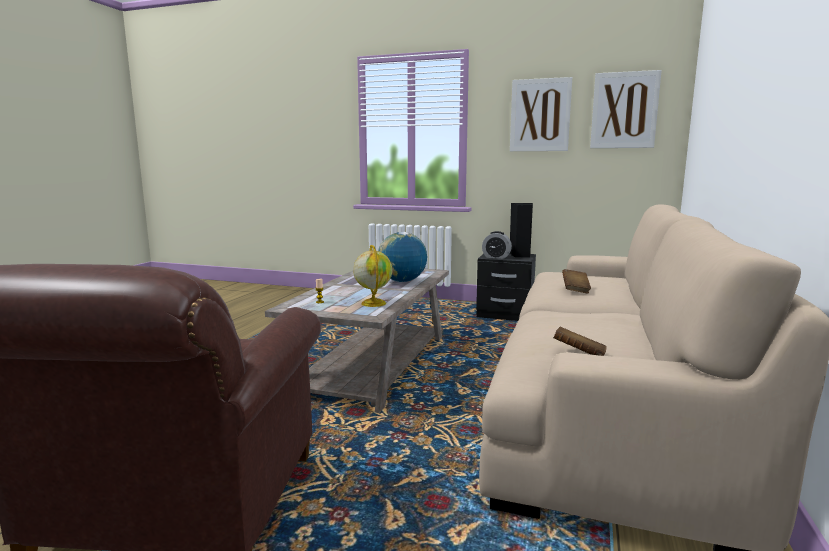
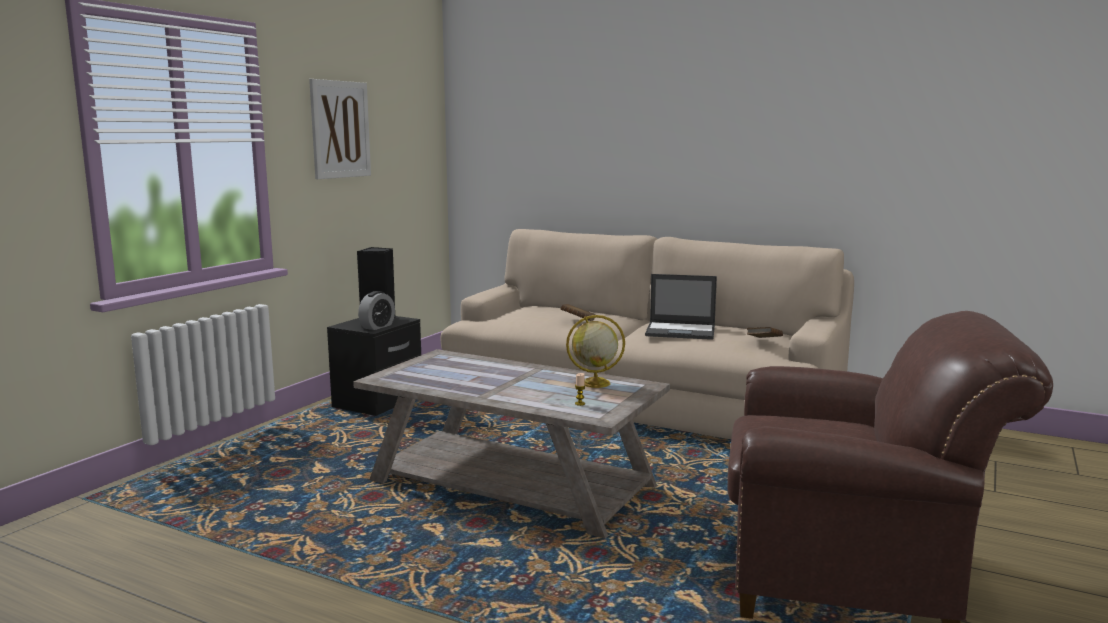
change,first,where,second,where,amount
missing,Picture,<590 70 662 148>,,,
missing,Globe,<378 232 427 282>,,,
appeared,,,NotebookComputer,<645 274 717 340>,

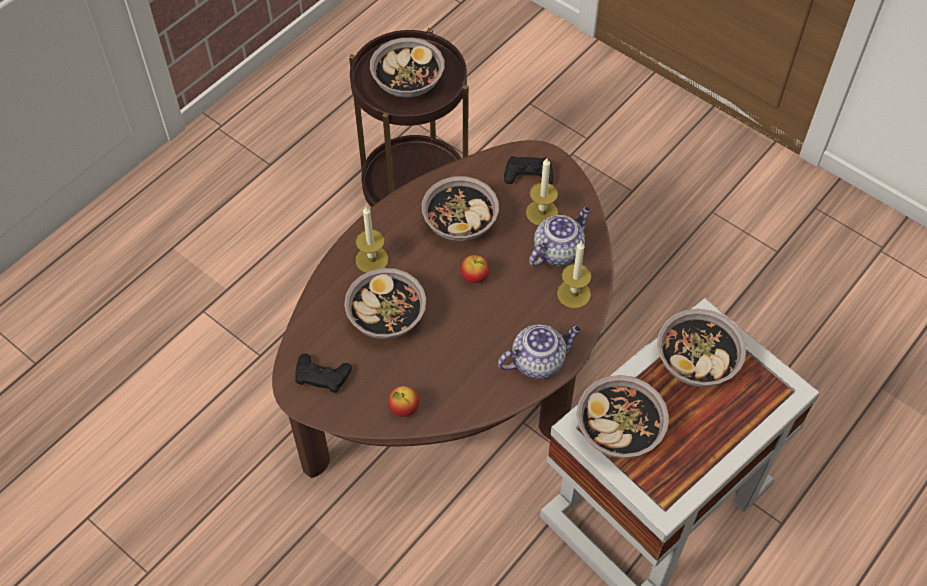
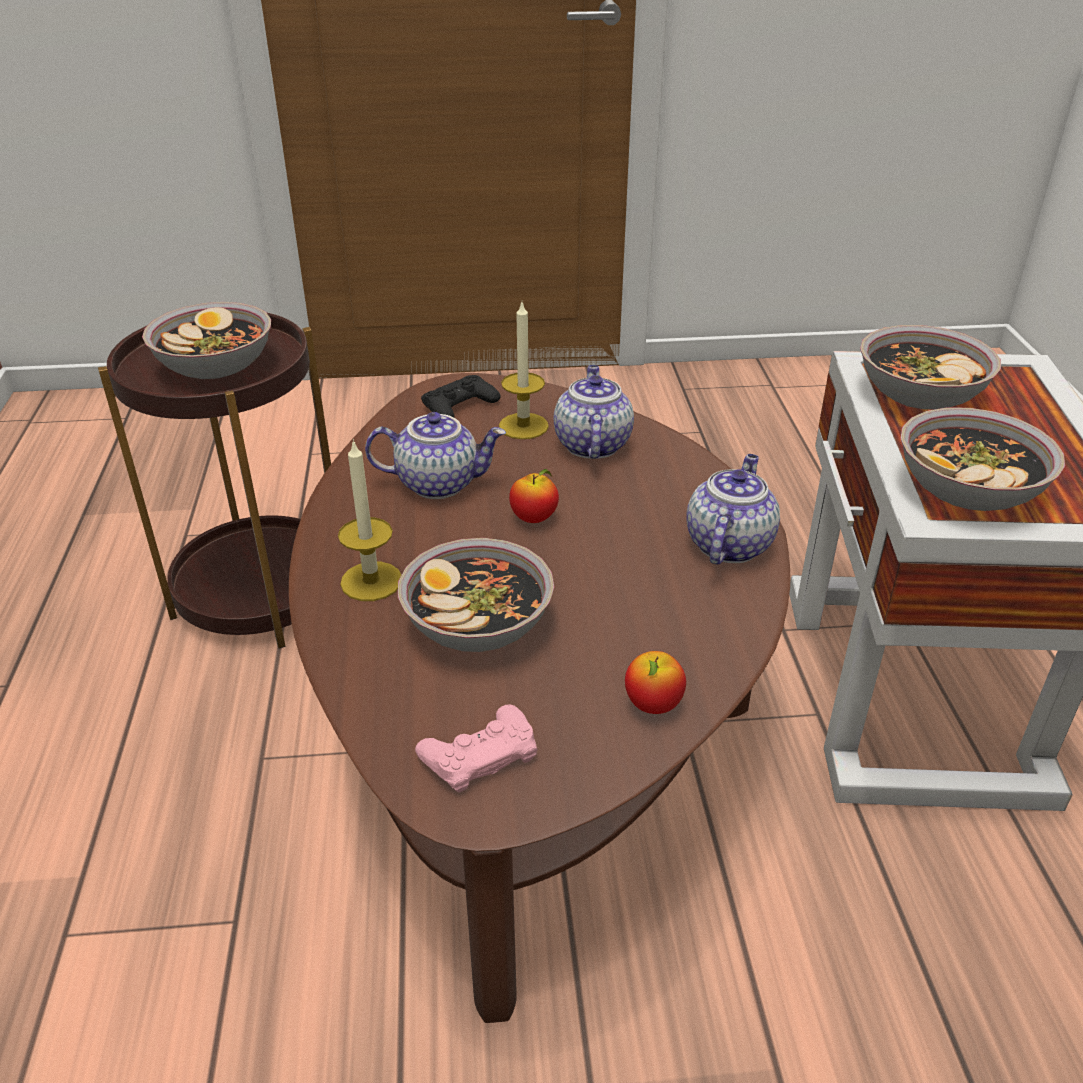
change,first,where,second,where,amount
exchanged,ServingBowl,<422 176 499 241>,TeaPot,<365 412 506 499>,
missing,Candle,<557 241 591 308>,,,
colour,BlackJoypad,<295 353 352 393>,PinkJoypad,<415 704 538 792>,

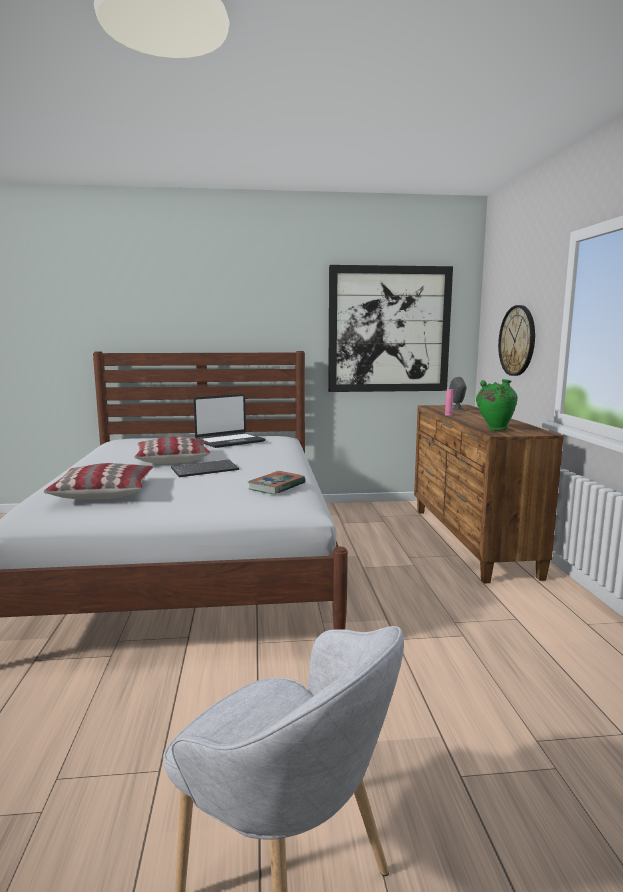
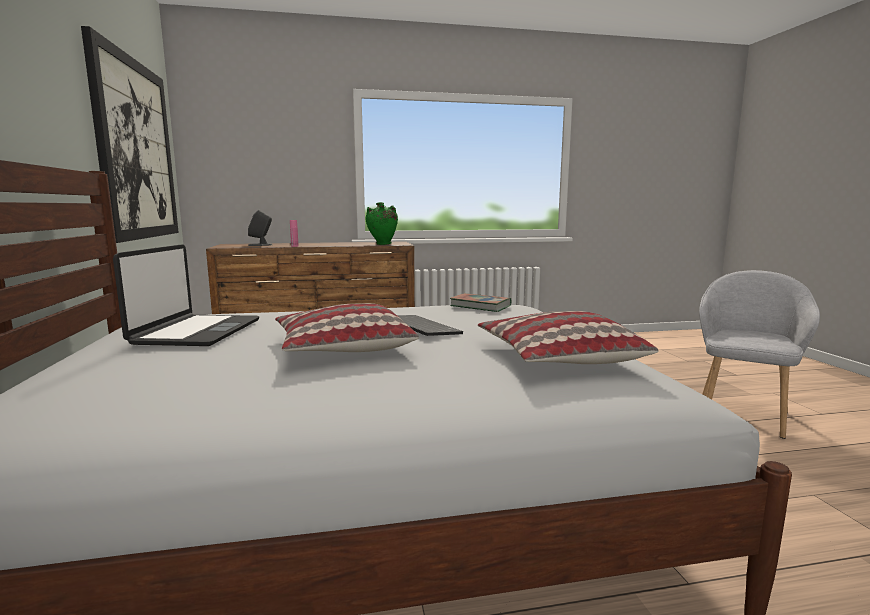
change,first,where,second,where,amount
missing,WallClock,<498 305 535 376>,,,
spun,NotebookComputer,<194 394 266 448>,,<113 244 259 346>,45 degrees clockwise

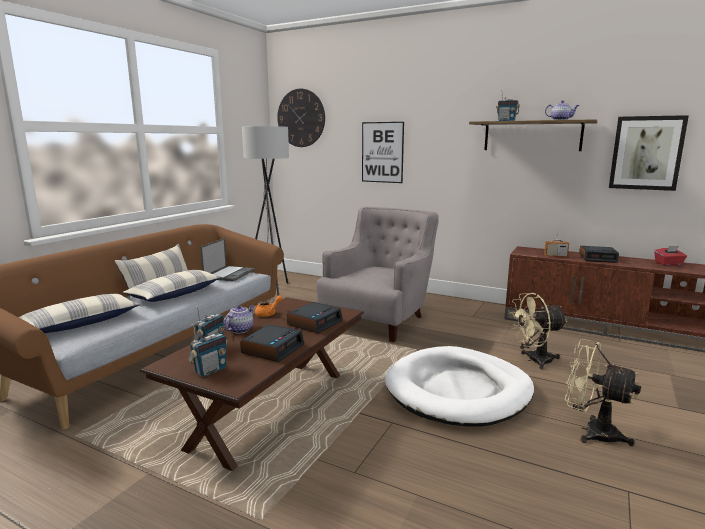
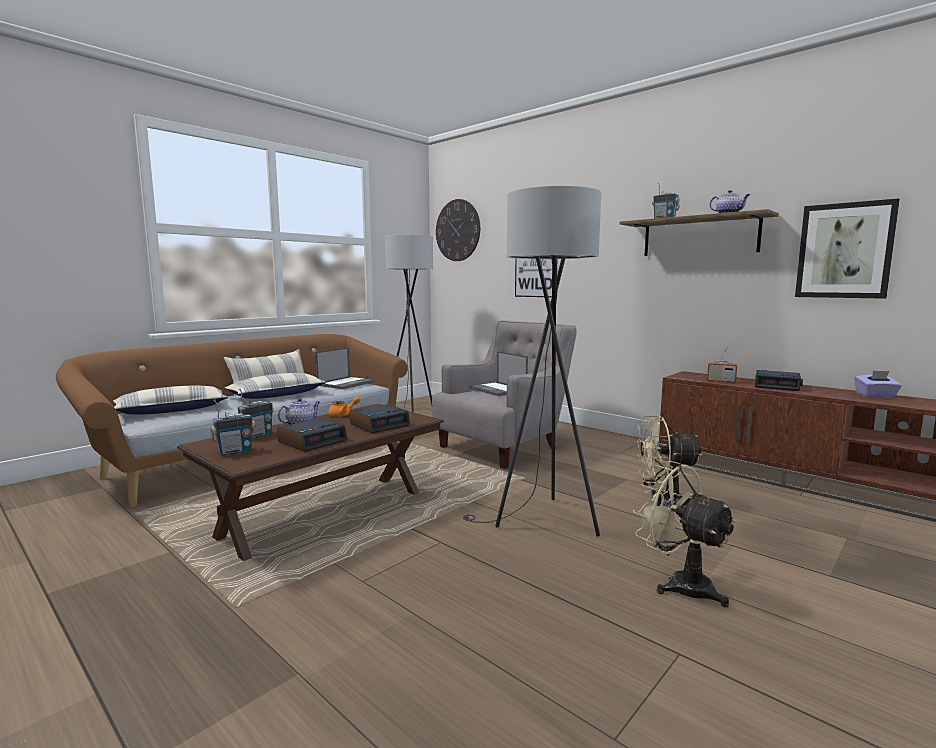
change,first,where,second,where,amount
colour,RedColouredTissueHolder,<654 246 687 266>,PurplishTissueHolder,<854 371 902 398>,
exchanged,WhiteDogBed,<385 346 534 427>,GreyFloorLamp,<463 186 601 536>,
appeared,,,NotebookComputer,<469 351 528 396>,

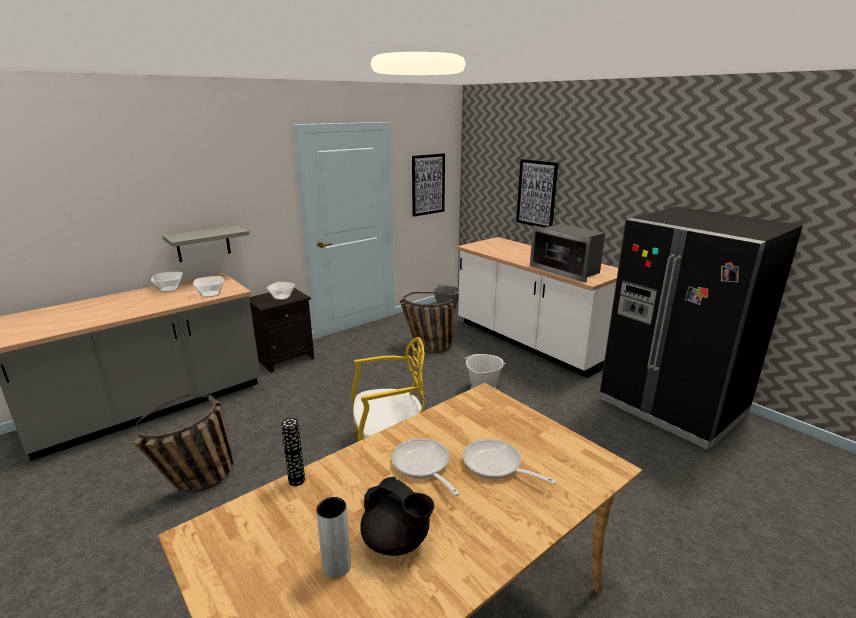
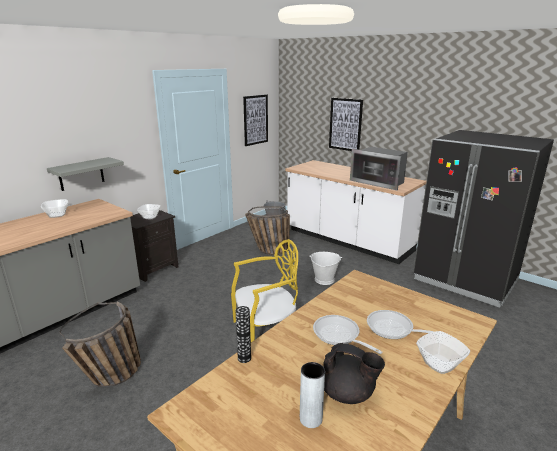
change,first,where,second,where,amount
relocated,ServingBowl,<193 276 224 298>,,<416 331 470 374>,

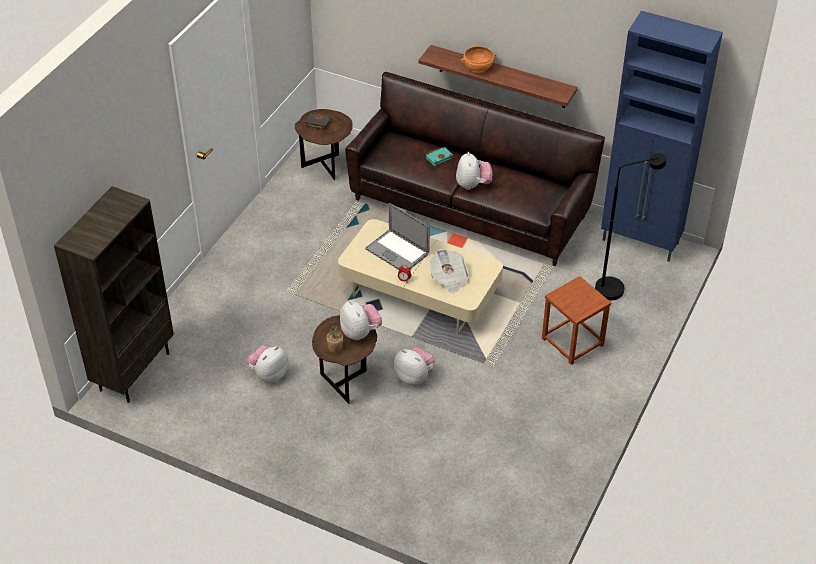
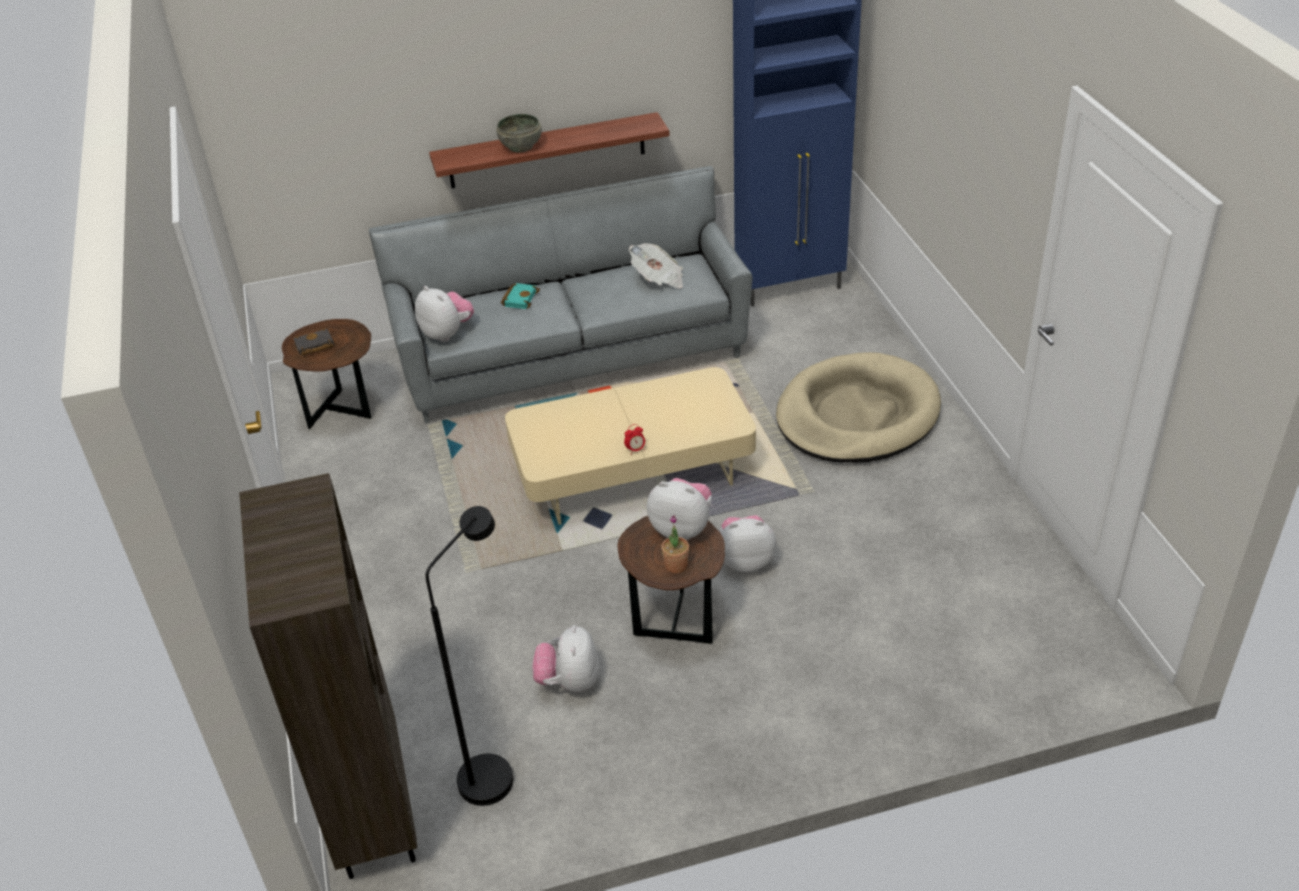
change,first,where,second,where,amount
colour,OrangeyServingBowl,<461 46 496 73>,GreyServingBowl,<496 114 542 152>,
colour,BrownColouredCouch,<345 72 605 266>,GreyCouch,<369 166 752 423>,
relocated,CuddlyToy,<456 152 492 190>,,<415 286 474 342>,
relocated,BlackFloorLamp,<595 153 666 300>,,<426 506 513 806>,
missing,NotebookComputer,<365 203 430 270>,,,
relocated,DailyPaper,<430 248 469 294>,,<629 243 683 288>,
exchanged,BrownColouredStool,<542 276 611 365>,SandColouredDogBed,<776 352 941 463>,

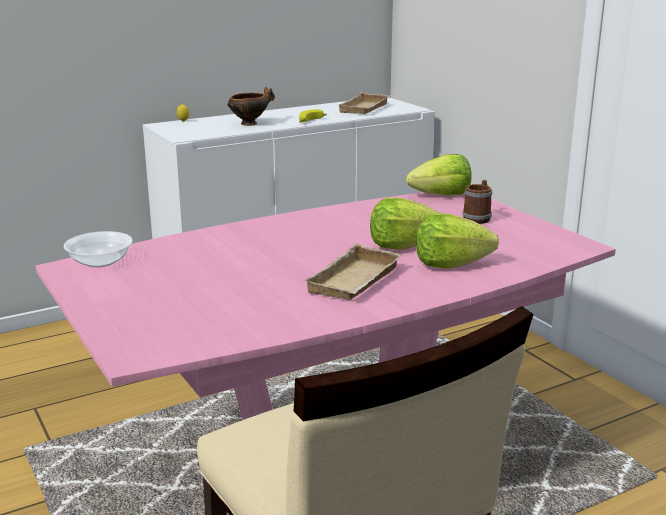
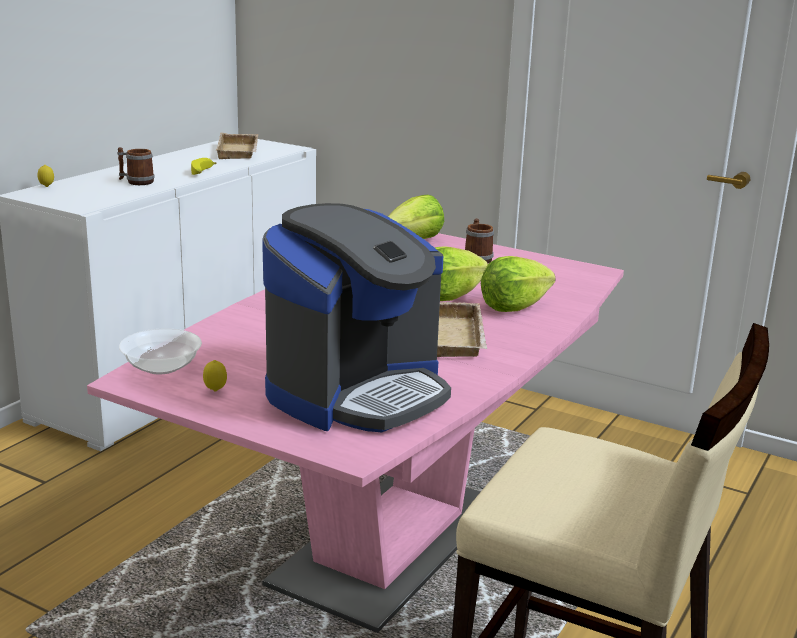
change,first,where,second,where,amount
exchanged,ServingBowl,<227 87 275 126>,TeaMug,<118 147 155 185>,
appeared,,,CoffeeMachine,<262 203 451 432>,
appeared,,,Lemon,<203 360 227 392>,

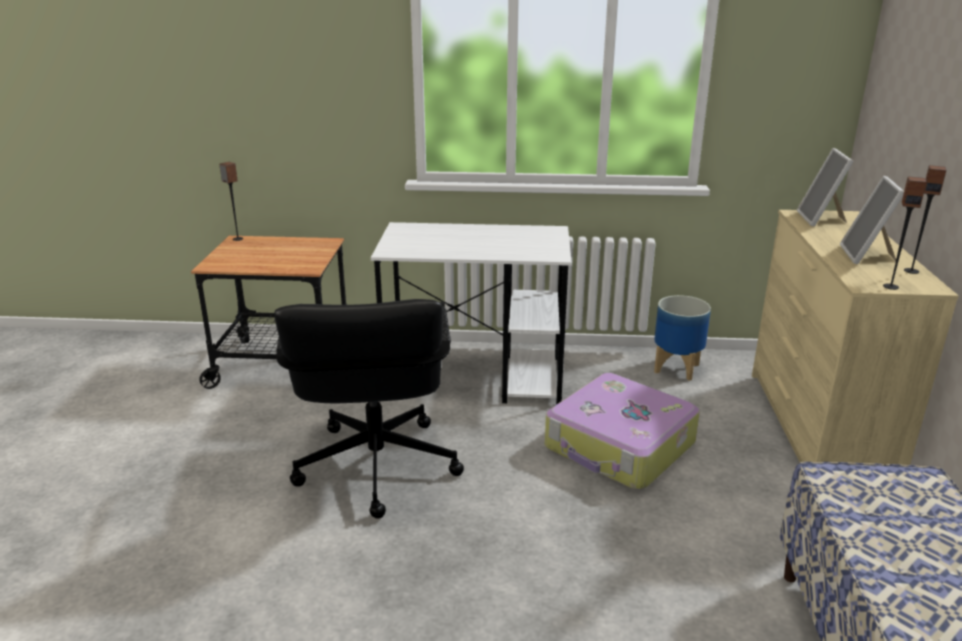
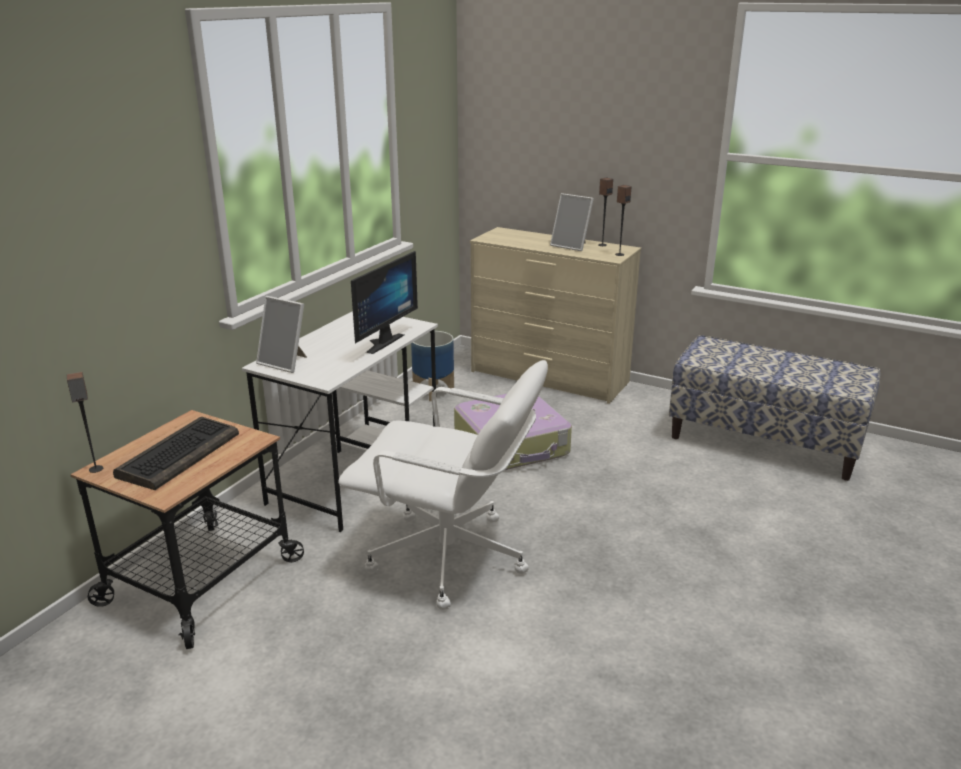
change,first,where,second,where,amount
relocated,PictureFrame,<797 148 854 227>,,<256 296 307 373>,
colour,BlackComputerChair,<274 299 464 519>,WhiteComputerChair,<338 360 548 610>,
appeared,,,ComputerScreen,<351 251 418 354>,
appeared,,,Keyboard,<113 417 239 490>,

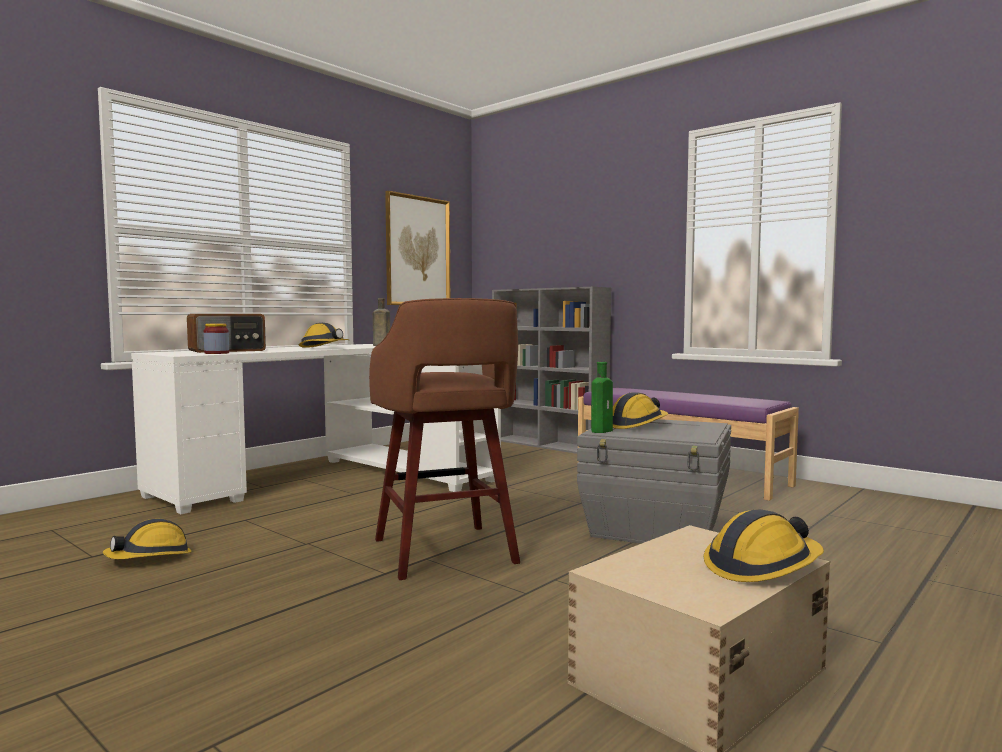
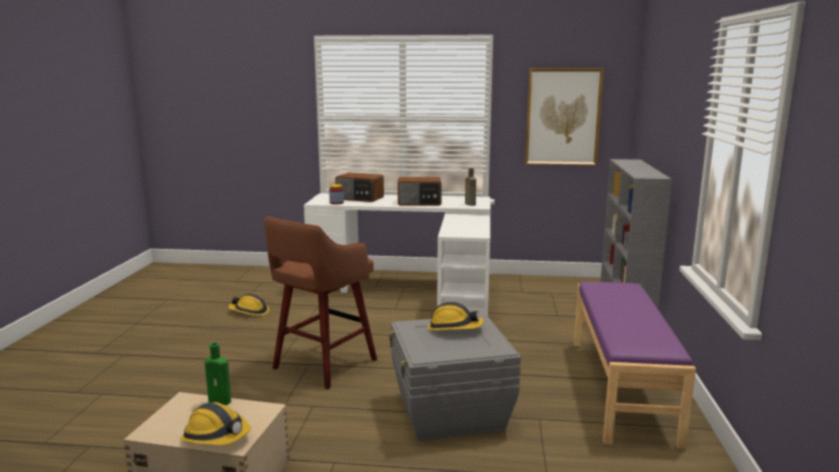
change,first,where,second,where,amount
exchanged,WorkHelmet,<299 323 349 348>,RadioSet,<398 177 442 206>,
relocated,GreenColouredDrinkBottle,<591 362 613 433>,,<205 343 231 405>,

